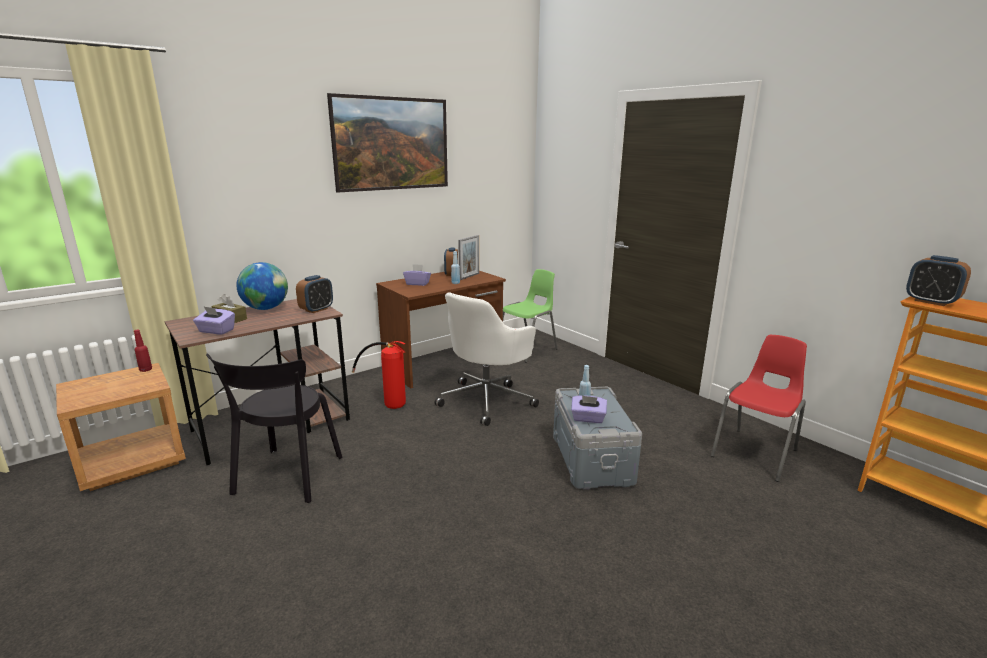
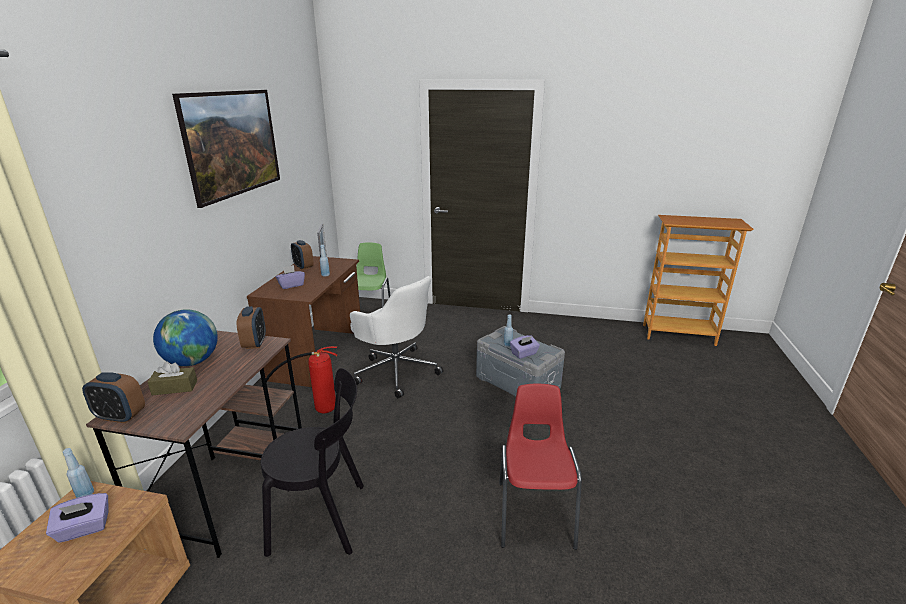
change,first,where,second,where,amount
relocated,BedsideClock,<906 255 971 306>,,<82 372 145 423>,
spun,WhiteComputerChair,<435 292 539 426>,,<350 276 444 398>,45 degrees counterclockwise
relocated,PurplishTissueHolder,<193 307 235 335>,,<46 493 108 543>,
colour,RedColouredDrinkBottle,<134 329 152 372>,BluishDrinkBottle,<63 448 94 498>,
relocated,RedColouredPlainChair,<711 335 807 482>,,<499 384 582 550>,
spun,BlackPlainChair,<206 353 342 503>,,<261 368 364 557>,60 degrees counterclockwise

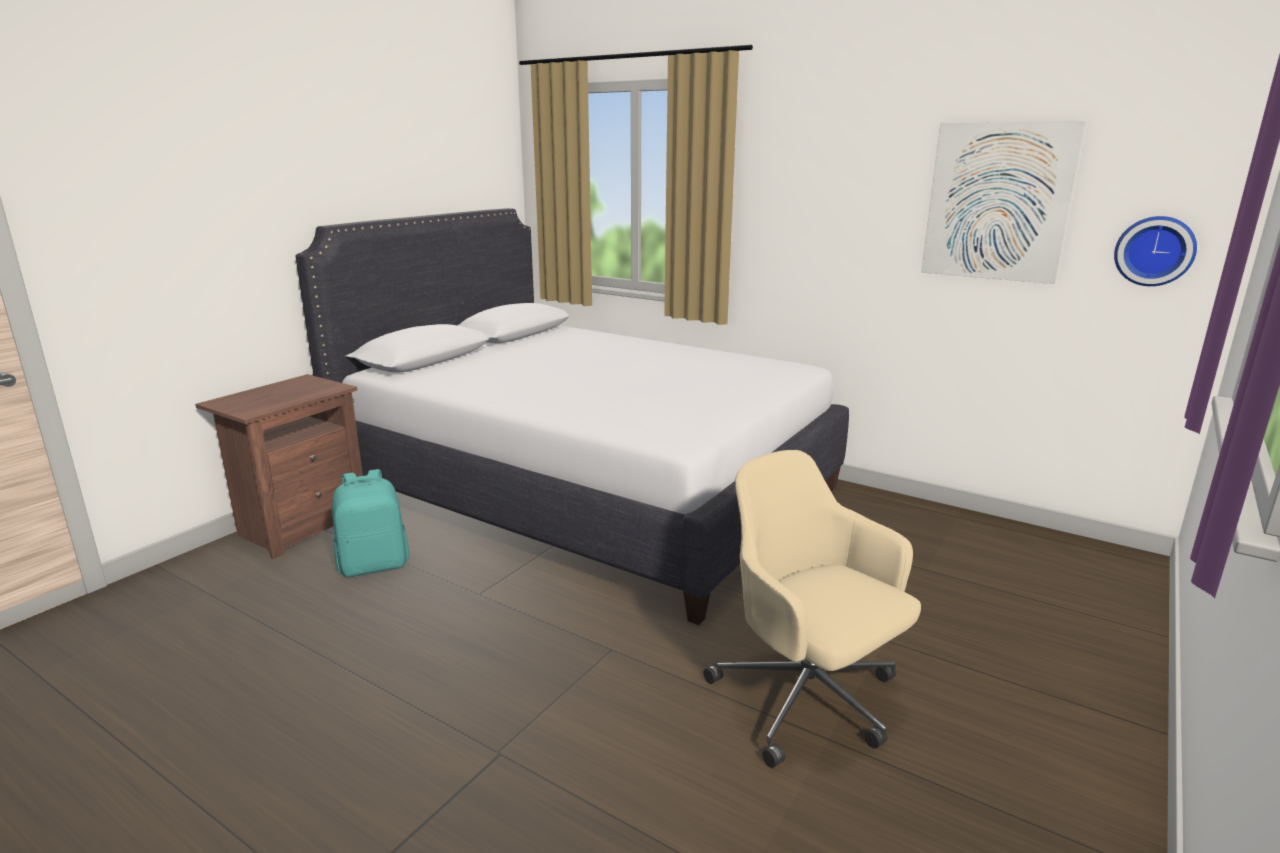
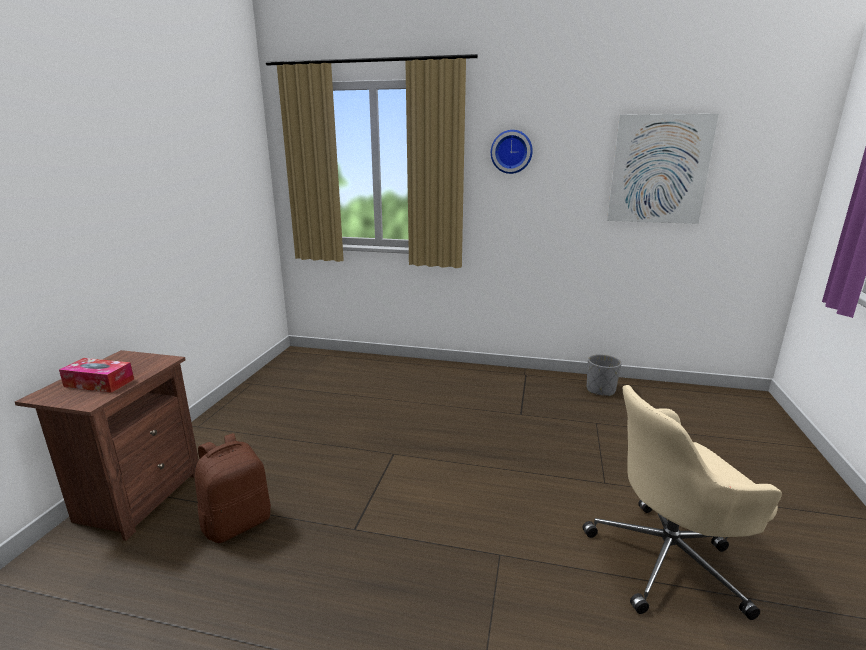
change,first,where,second,where,amount
missing,WhiteBed,<295 208 849 625>,,,
relocated,WallClock,<1114 216 1197 286>,,<491 130 533 174>,
spun,SandColouredComputerChair,<704 450 921 768>,,<583 385 782 620>,45 degrees counterclockwise
colour,BlueGreenBackpack,<332 469 410 577>,BrownColouredBackpack,<195 433 271 543>,
appeared,,,GreyFlowerPot,<587 354 622 397>,
appeared,,,TissueHolder,<59 358 134 393>,

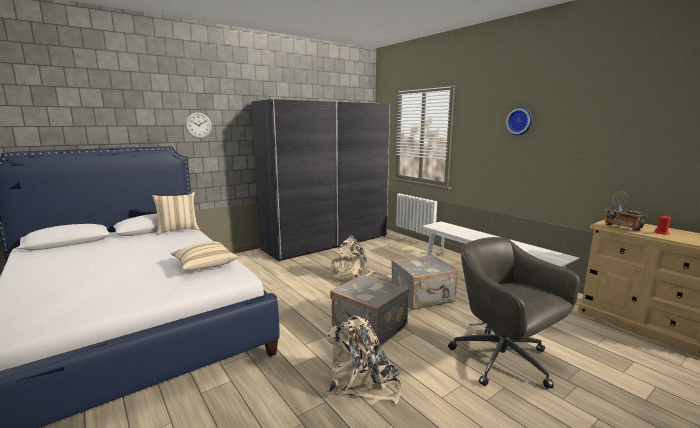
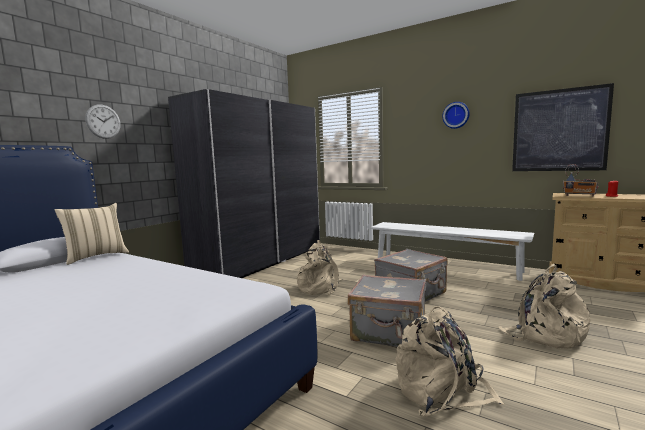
change,first,where,second,where,amount
exchanged,GreyComputerChair,<448 237 580 389>,SandColouredBackpack,<498 264 590 349>,
missing,SandColouredCushion,<170 242 238 270>,,,
appeared,,,Picture,<512 83 614 171>,

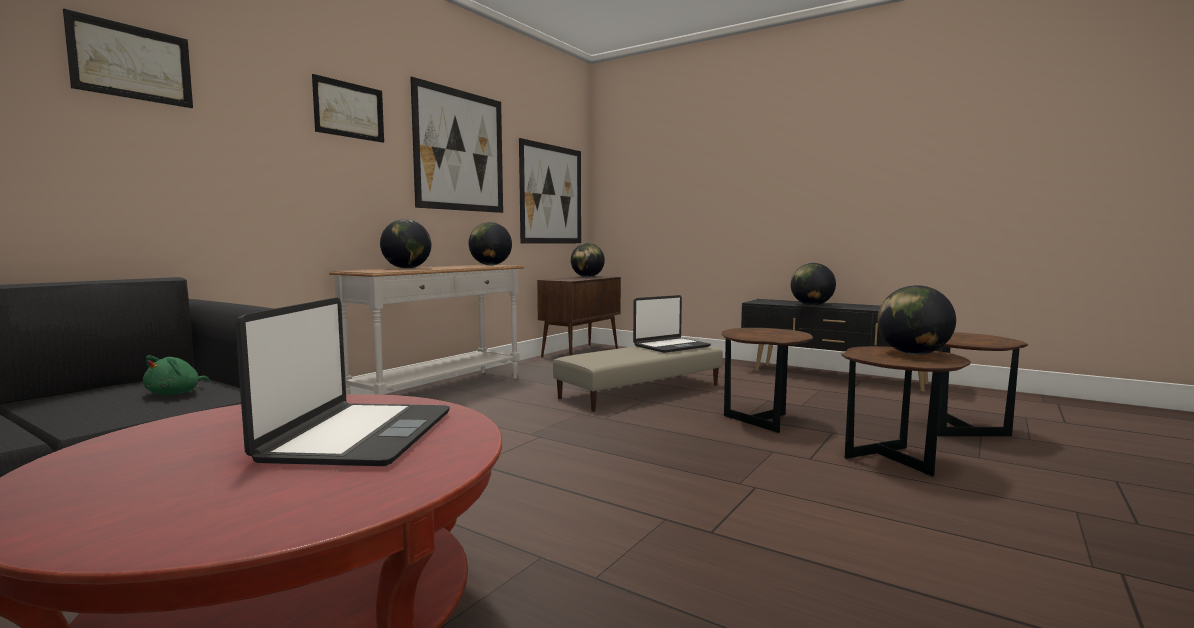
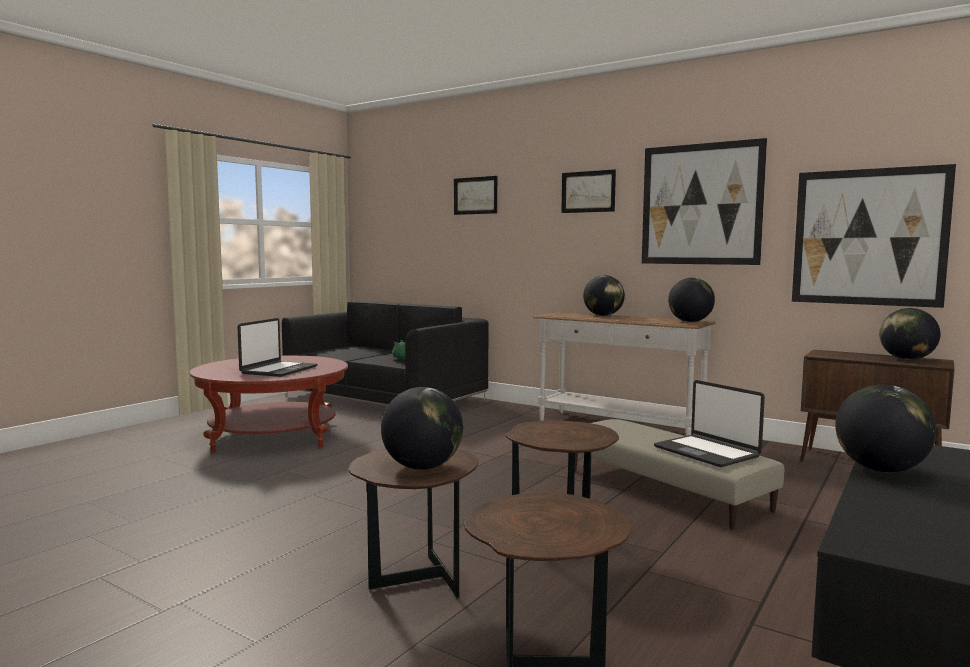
change,first,where,second,where,amount
spun,NotebookComputer,<235 297 450 466>,,<238 318 317 377>,75 degrees counterclockwise

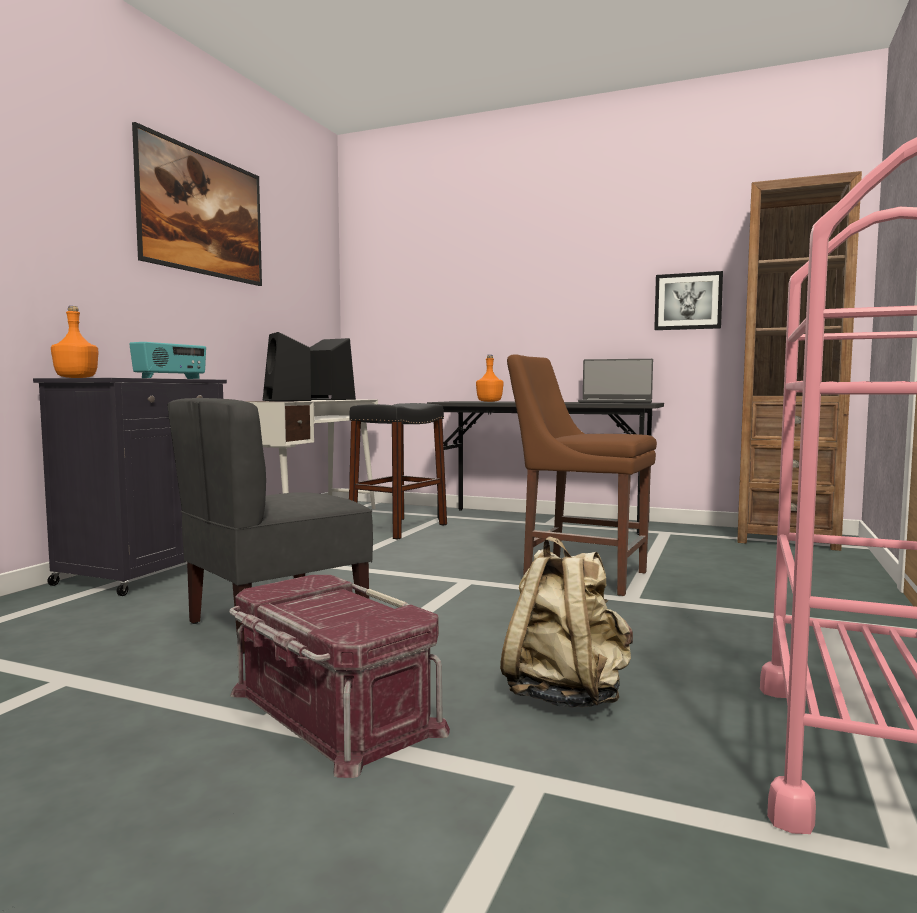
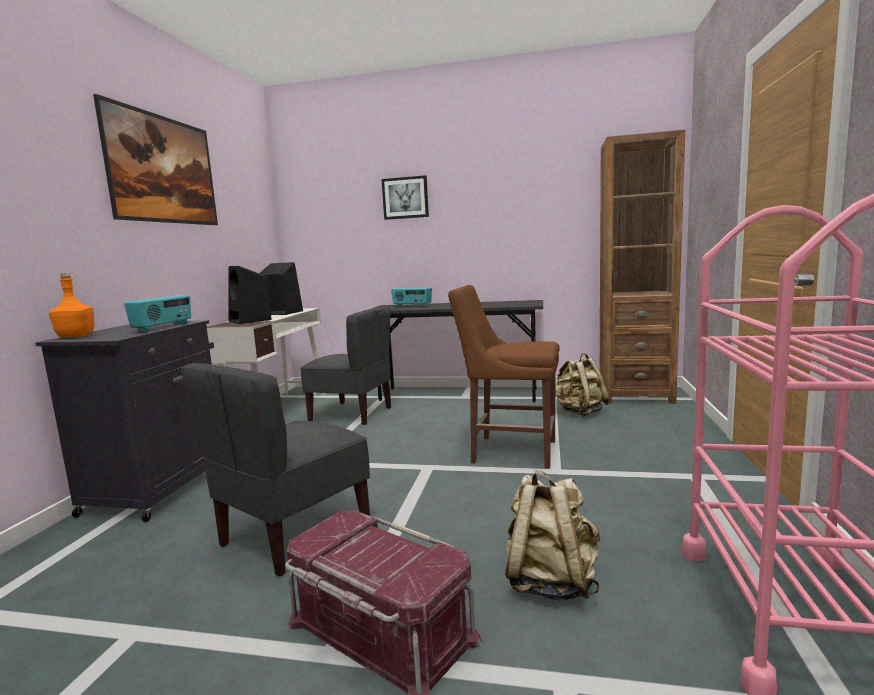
change,first,where,second,where,amount
relocated,Picture,<654 271 723 330>,,<382 175 429 220>,
exchanged,OrangeyDrinkBottle,<476 355 503 402>,RadioSet,<391 288 432 307>,
missing,NotebookComputer,<578 359 653 403>,,,
exchanged,BlackStool,<349 403 447 539>,GreyPlainChair,<300 306 391 425>,
appeared,,,SandColouredBackpack,<555 353 610 416>,

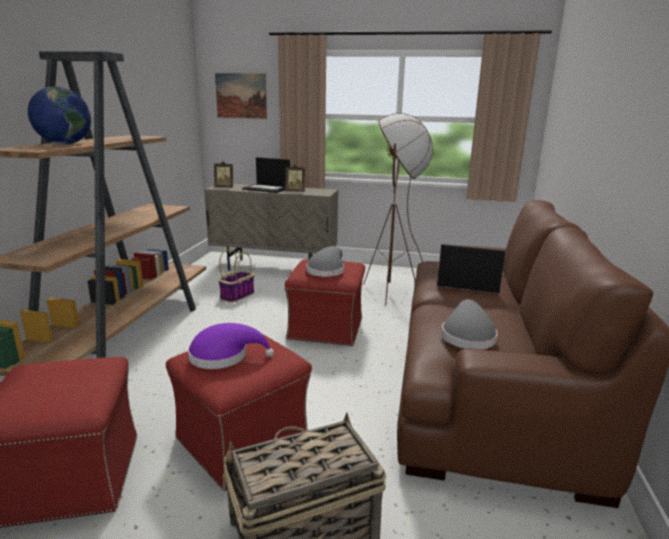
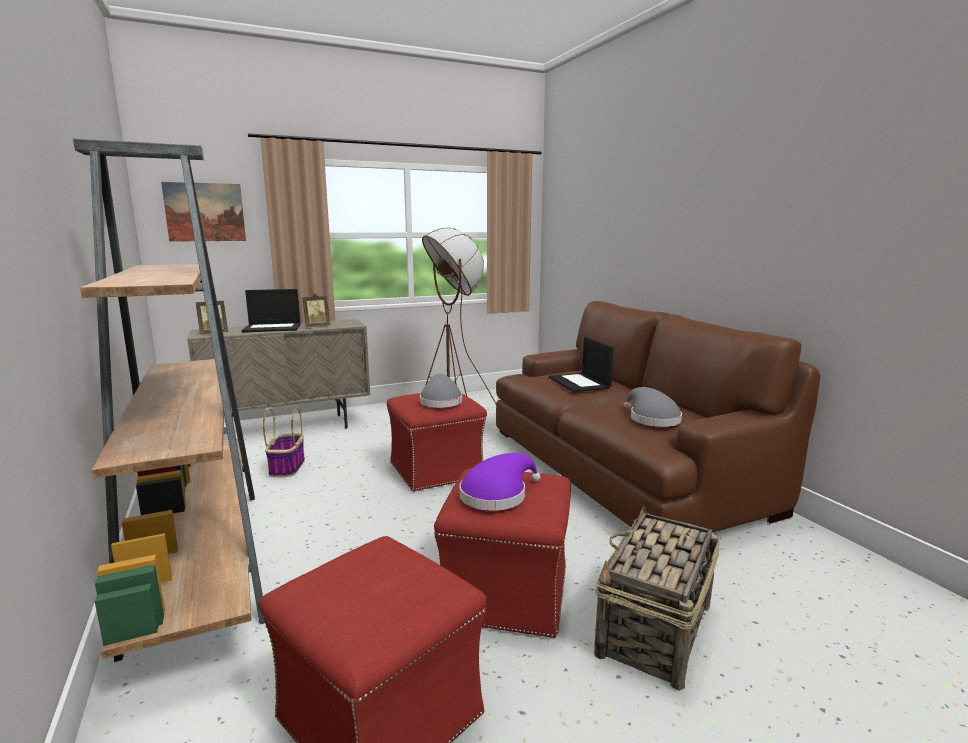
change,first,where,second,where,amount
missing,Globe,<28 86 91 144>,,,
spun,NotebookComputer,<437 244 505 293>,,<549 337 614 392>,90 degrees counterclockwise

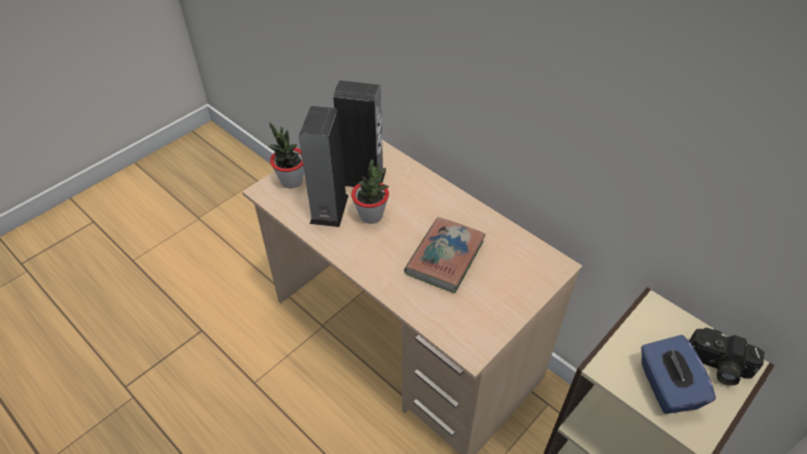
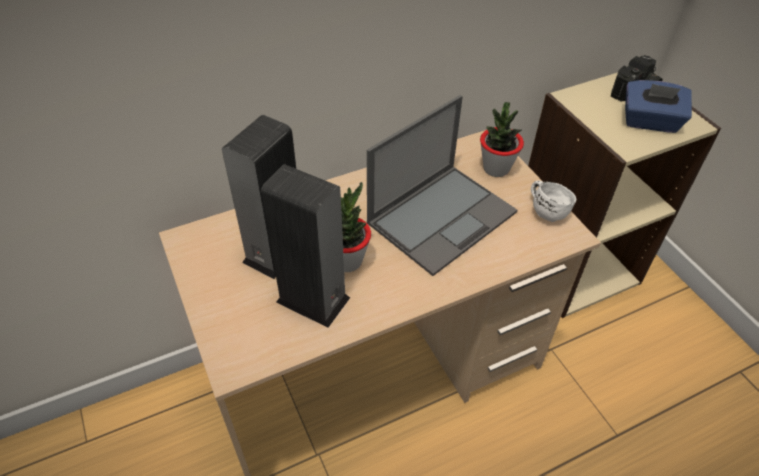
change,first,where,second,where,amount
relocated,PottedPlant,<269 123 304 189>,,<480 102 524 177>,
exchanged,BoundBook,<404 217 486 293>,NotebookComputer,<367 95 517 276>,
appeared,,,WhiteTeaMug,<531 181 576 222>,

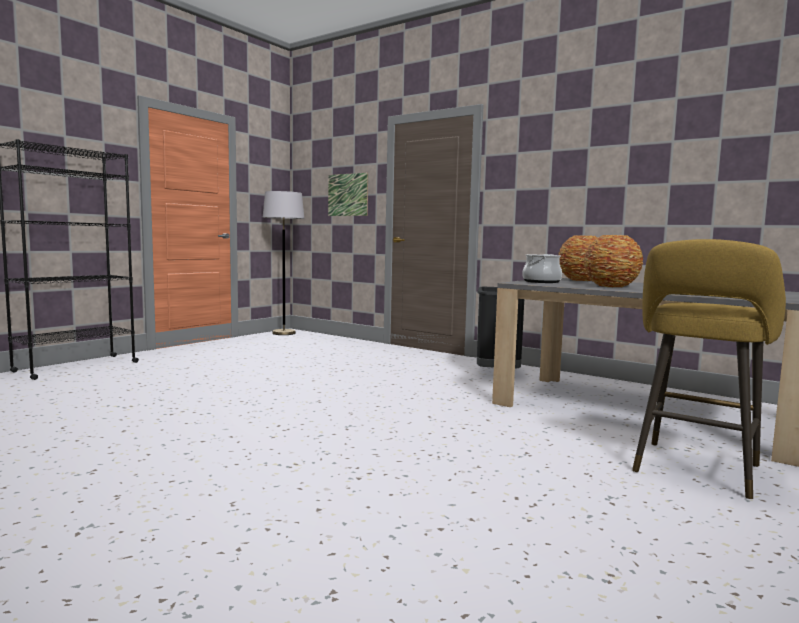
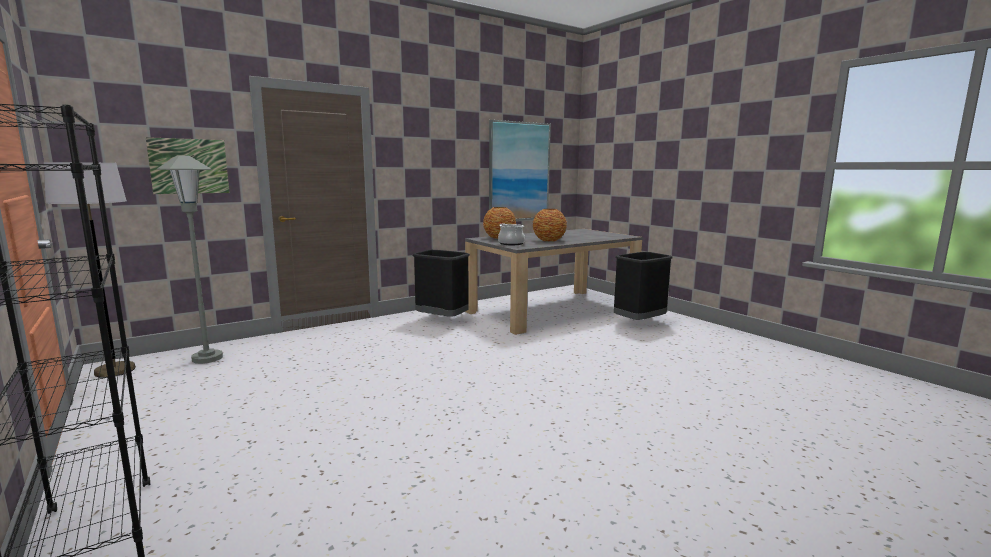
change,first,where,second,where,amount
exchanged,YellowishStool,<632 239 786 499>,BlackTrashCan,<614 252 673 320>,
appeared,,,Picture,<489 120 551 221>,
appeared,,,GreyFloorLamp,<157 156 223 364>,

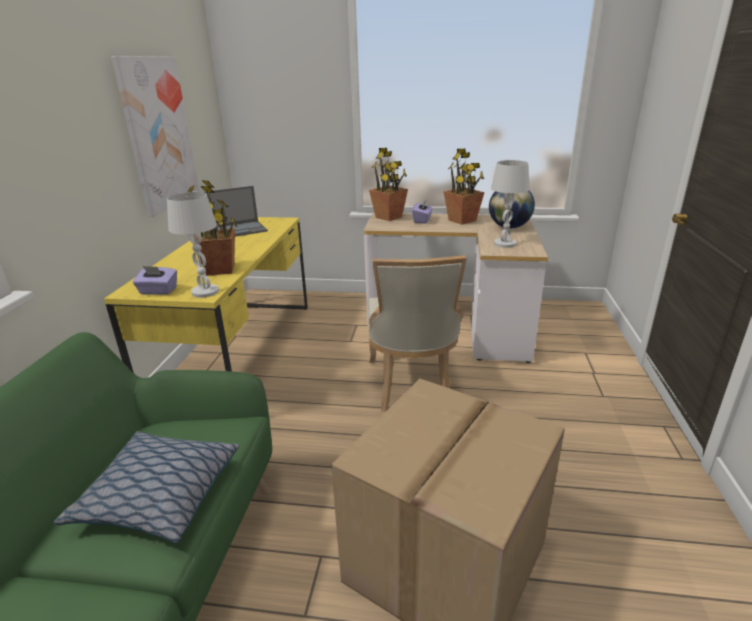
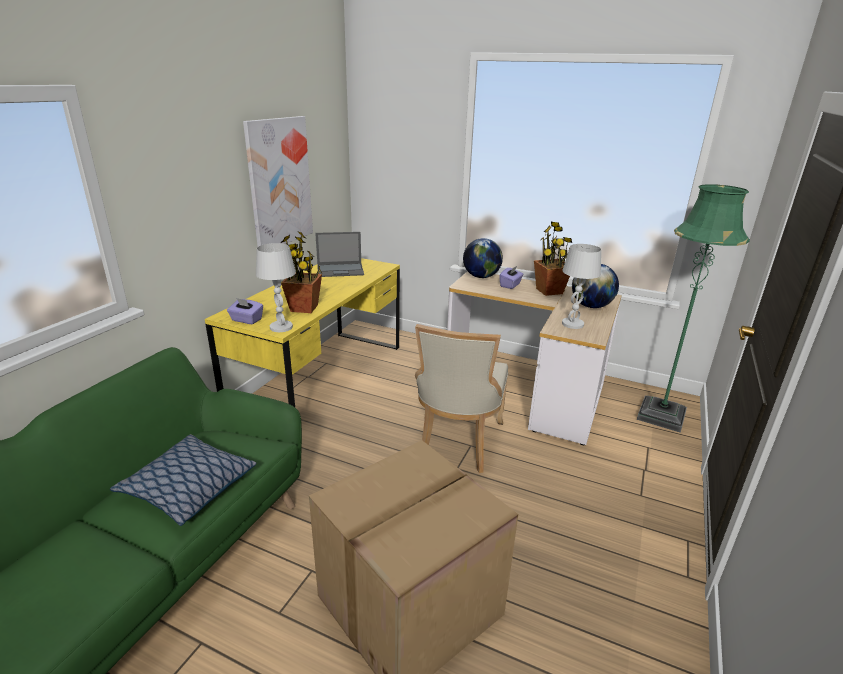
change,first,where,second,where,amount
exchanged,PottedPlant,<369 148 408 221>,Globe,<463 238 503 278>,
appeared,,,GreenColouredFloorLamp,<637 184 750 433>,

